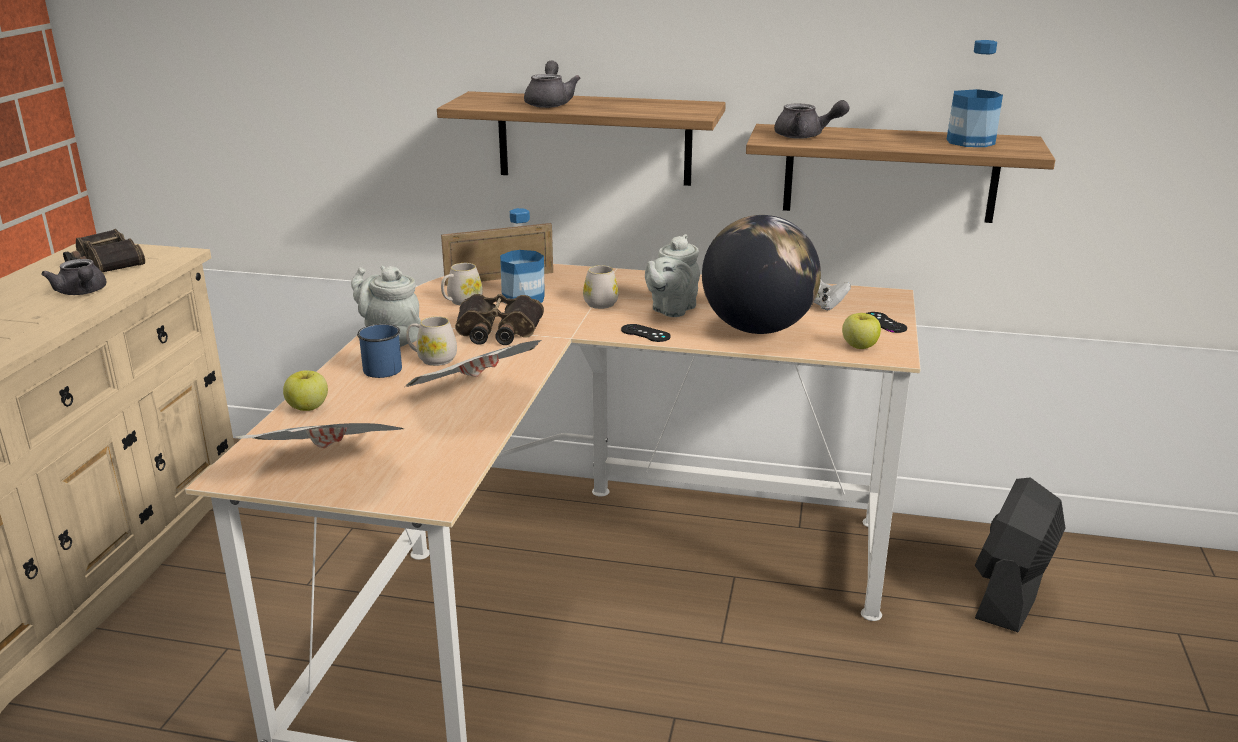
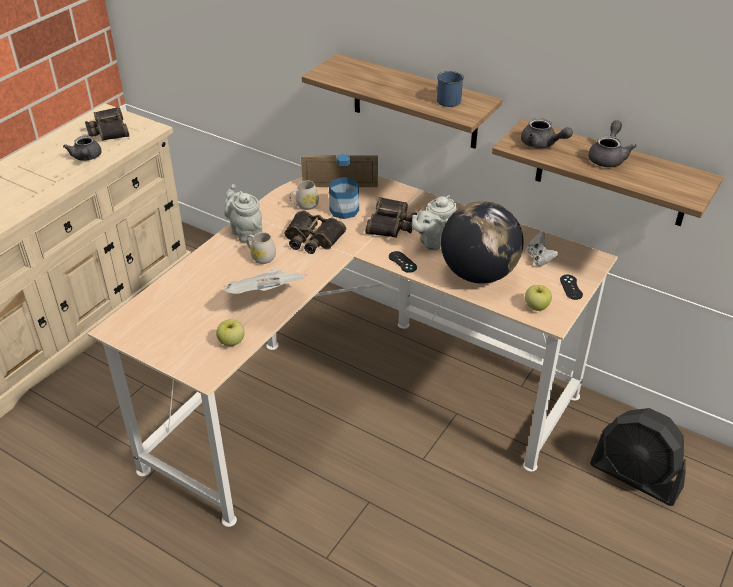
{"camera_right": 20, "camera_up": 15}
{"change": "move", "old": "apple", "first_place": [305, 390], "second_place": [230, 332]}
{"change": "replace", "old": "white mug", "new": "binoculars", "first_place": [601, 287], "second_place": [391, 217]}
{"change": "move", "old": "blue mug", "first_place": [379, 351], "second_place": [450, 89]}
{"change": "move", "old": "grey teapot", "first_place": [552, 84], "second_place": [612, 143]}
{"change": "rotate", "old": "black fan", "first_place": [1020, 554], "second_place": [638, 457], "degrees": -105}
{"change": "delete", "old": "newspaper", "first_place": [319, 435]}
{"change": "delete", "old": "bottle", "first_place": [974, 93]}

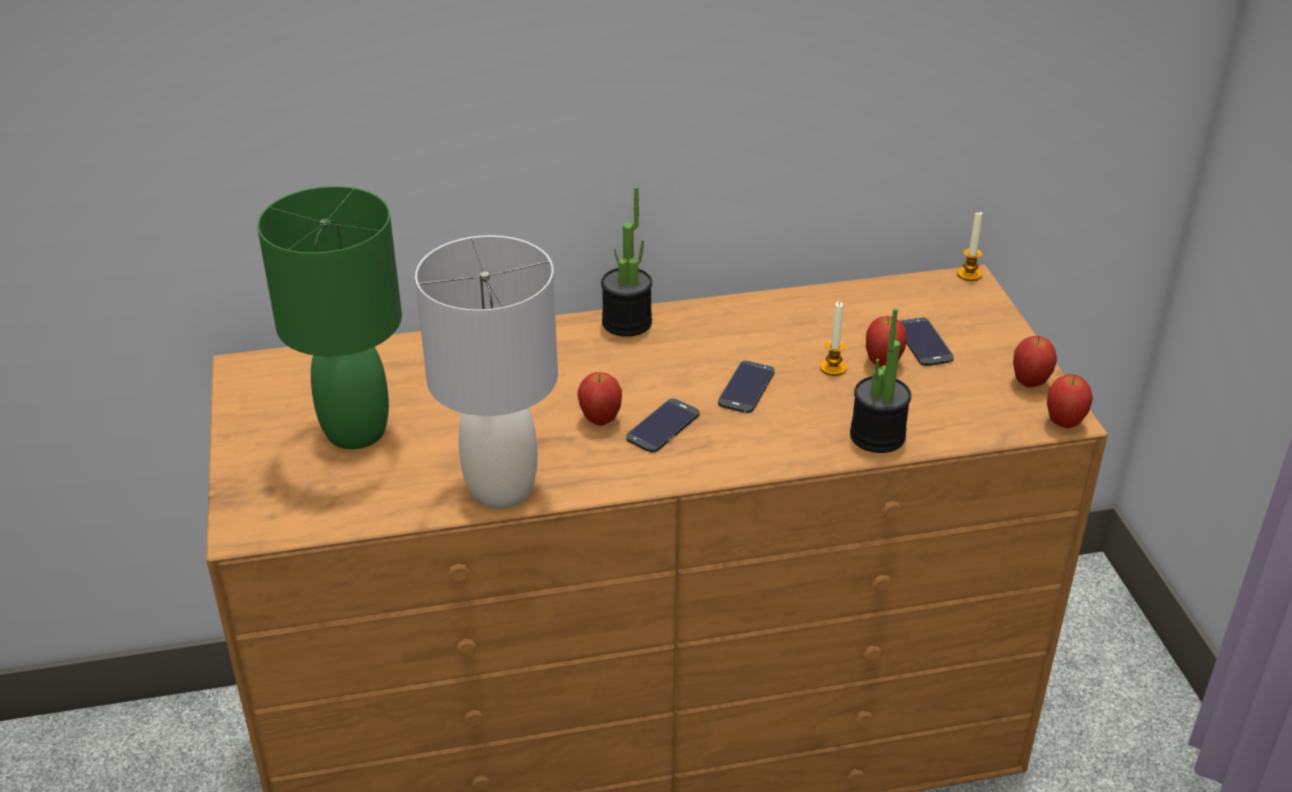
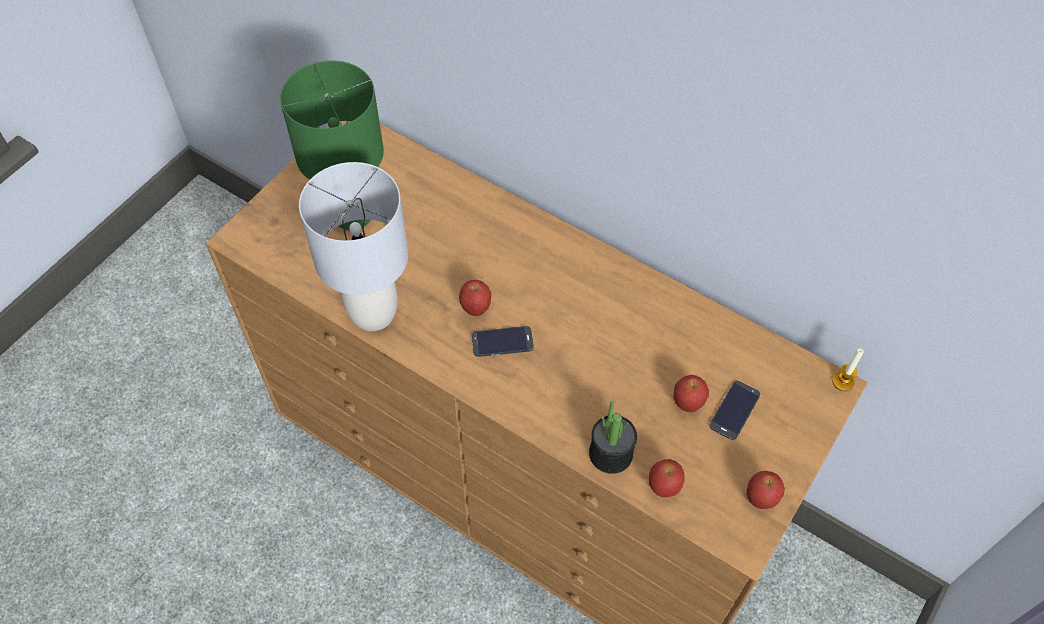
{"camera_right": 45, "camera_up": 20}
{"change": "move", "old": "apple", "first_place": [1070, 401], "second_place": [667, 478]}
{"change": "delete", "old": "potted plant", "first_place": [626, 262]}
{"change": "delete", "old": "phone", "first_place": [746, 387]}
{"change": "delete", "old": "candle", "first_place": [833, 339]}

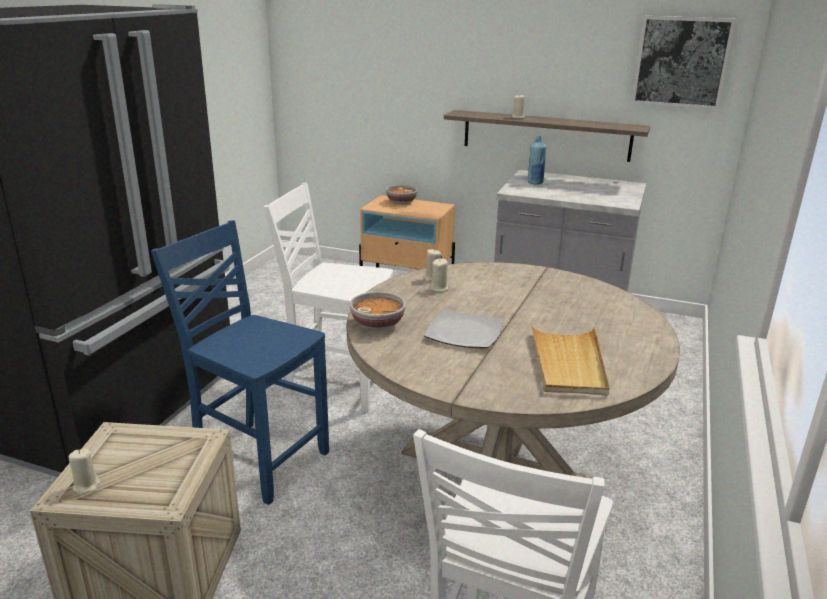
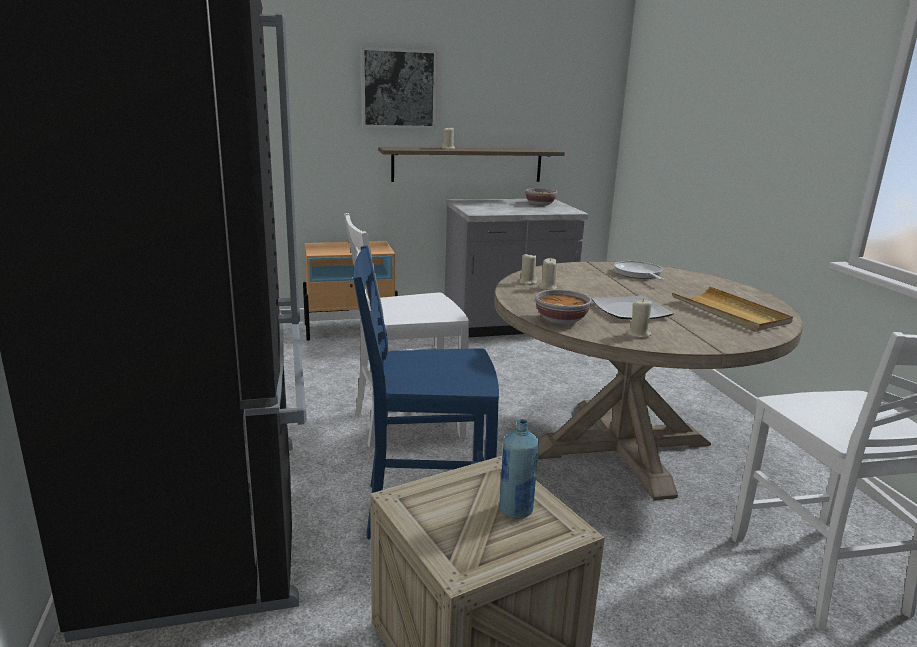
{"camera_right": -35, "camera_up": -5}
{"change": "move", "old": "picture", "first_place": [684, 62], "second_place": [399, 88]}
{"change": "move", "old": "blue bottle", "first_place": [537, 160], "second_place": [519, 469]}
{"change": "move", "old": "bowl", "first_place": [402, 194], "second_place": [541, 196]}
{"change": "insert", "new": "frying pan", "second_place": [639, 270]}
{"change": "move", "old": "beige candle", "first_place": [84, 471], "second_place": [639, 318]}

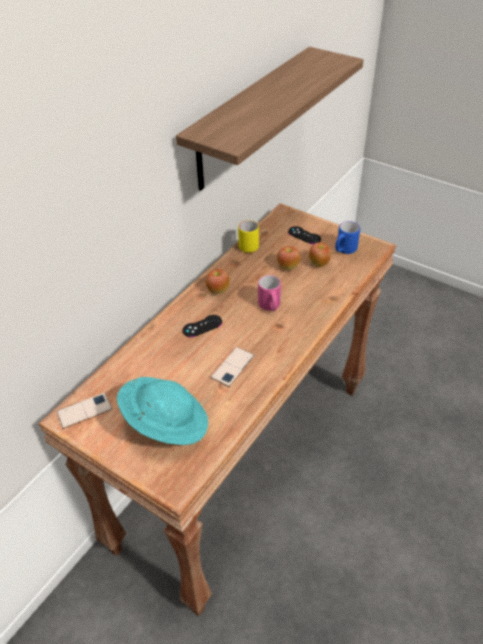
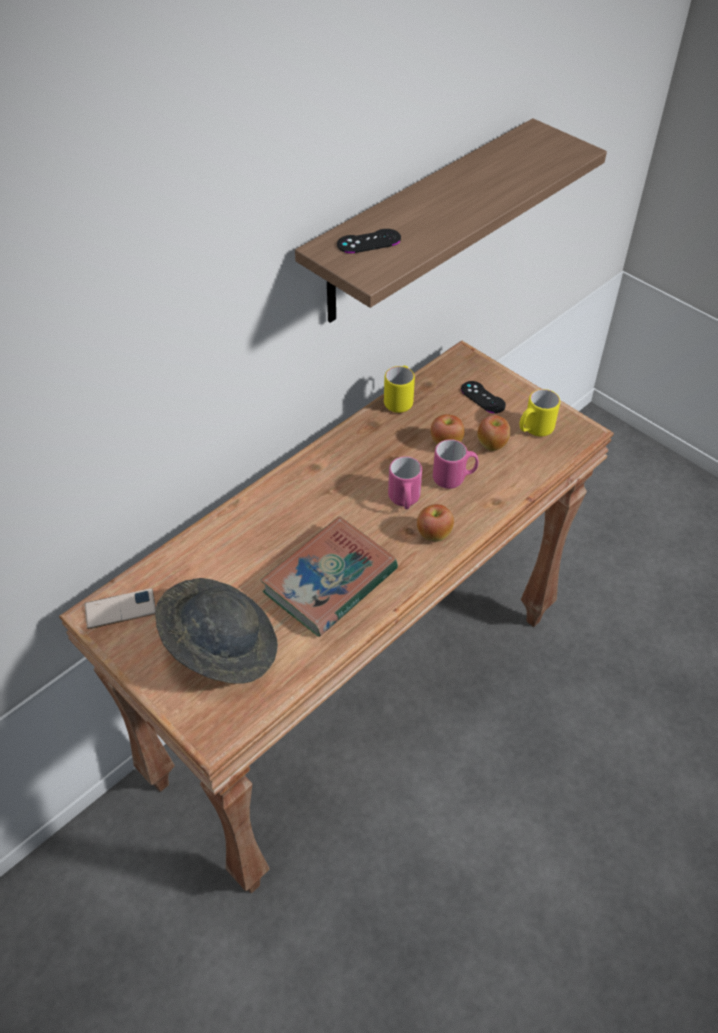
{"camera_right": 10, "camera_up": 5}
{"change": "recolor", "old": "turquoise hat", "new": "grey hat", "first_place": [162, 411], "second_place": [216, 631]}
{"change": "replace", "old": "phone", "new": "book", "first_place": [233, 367], "second_place": [329, 576]}
{"change": "move", "old": "black game controller", "first_place": [202, 326], "second_place": [369, 241]}
{"change": "move", "old": "apple", "first_place": [217, 281], "second_place": [435, 522]}
{"change": "insert", "new": "pink mug", "second_place": [456, 464]}
{"change": "recolor", "old": "blue mug", "new": "yellow mug", "first_place": [347, 237], "second_place": [540, 413]}

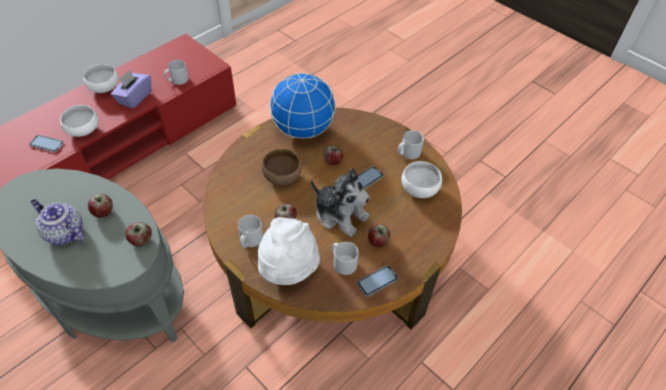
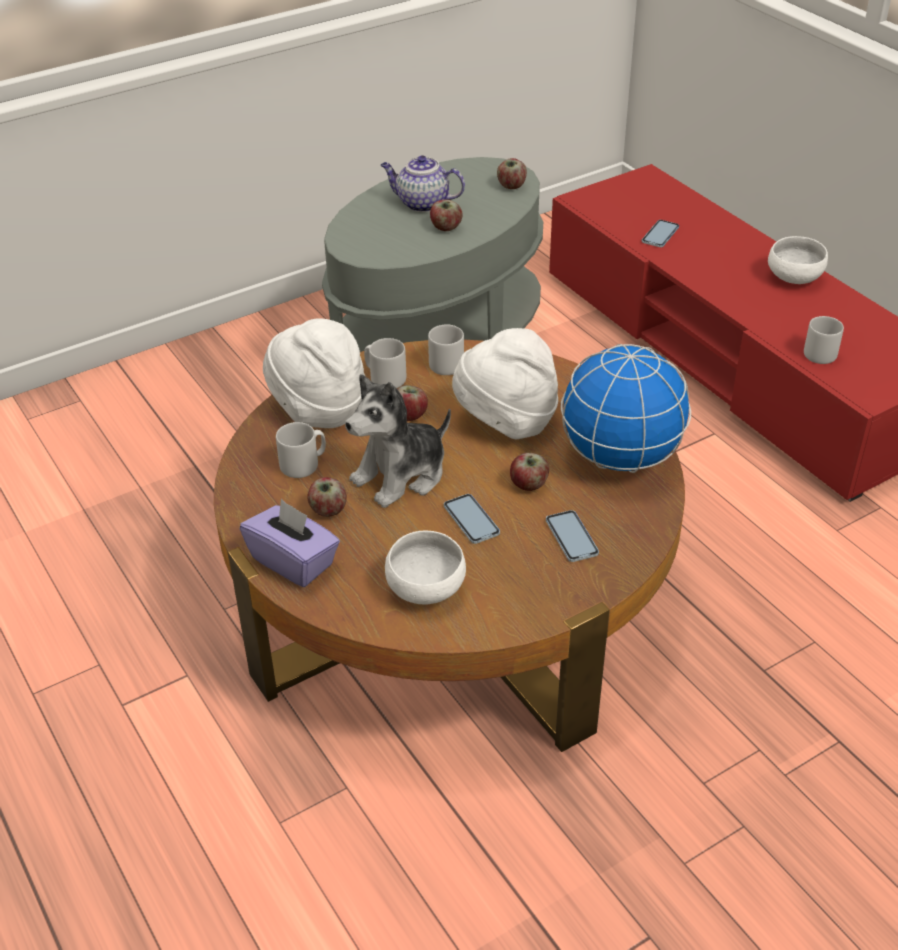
{"camera_right": 105, "camera_up": -10}
{"change": "move", "old": "purple tissue box", "first_place": [131, 89], "second_place": [290, 543]}
{"change": "rotate", "old": "teapot", "first_place": [57, 222], "second_place": [423, 183], "degrees": -120}
{"change": "move", "old": "grey mug", "first_place": [411, 144], "second_place": [446, 350]}
{"change": "replace", "old": "brown bowl", "new": "white hat", "first_place": [282, 167], "second_place": [505, 383]}
{"change": "move", "old": "apple", "first_place": [138, 234], "second_place": [512, 173]}
{"change": "move", "old": "phone", "first_place": [377, 281], "second_place": [572, 536]}
{"change": "delete", "old": "white bowl", "first_place": [79, 121]}

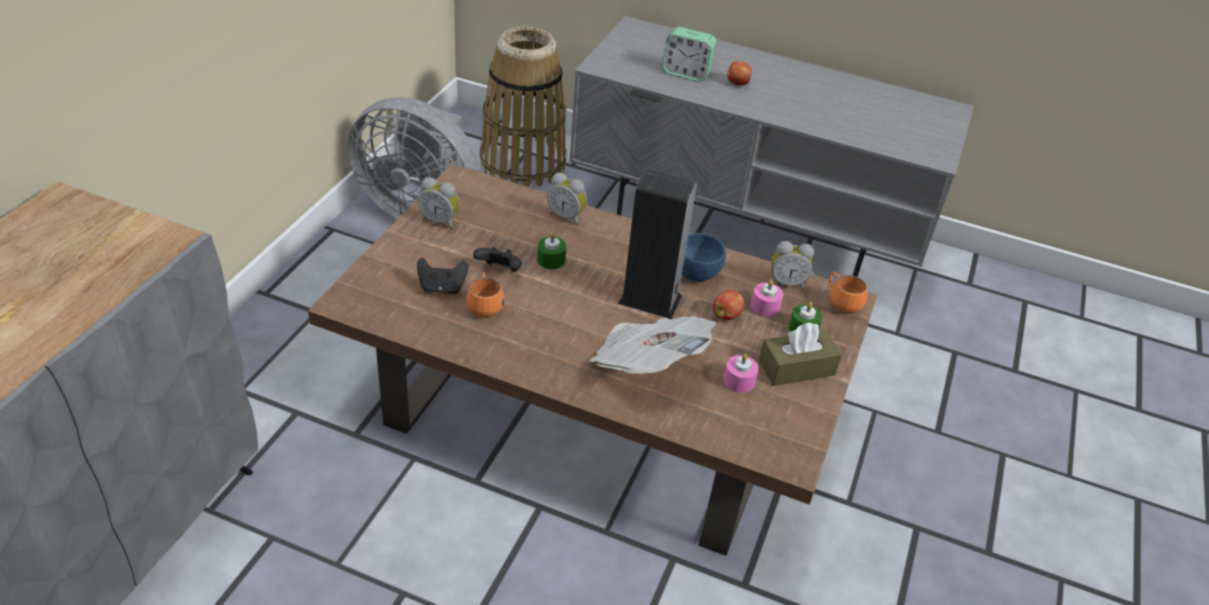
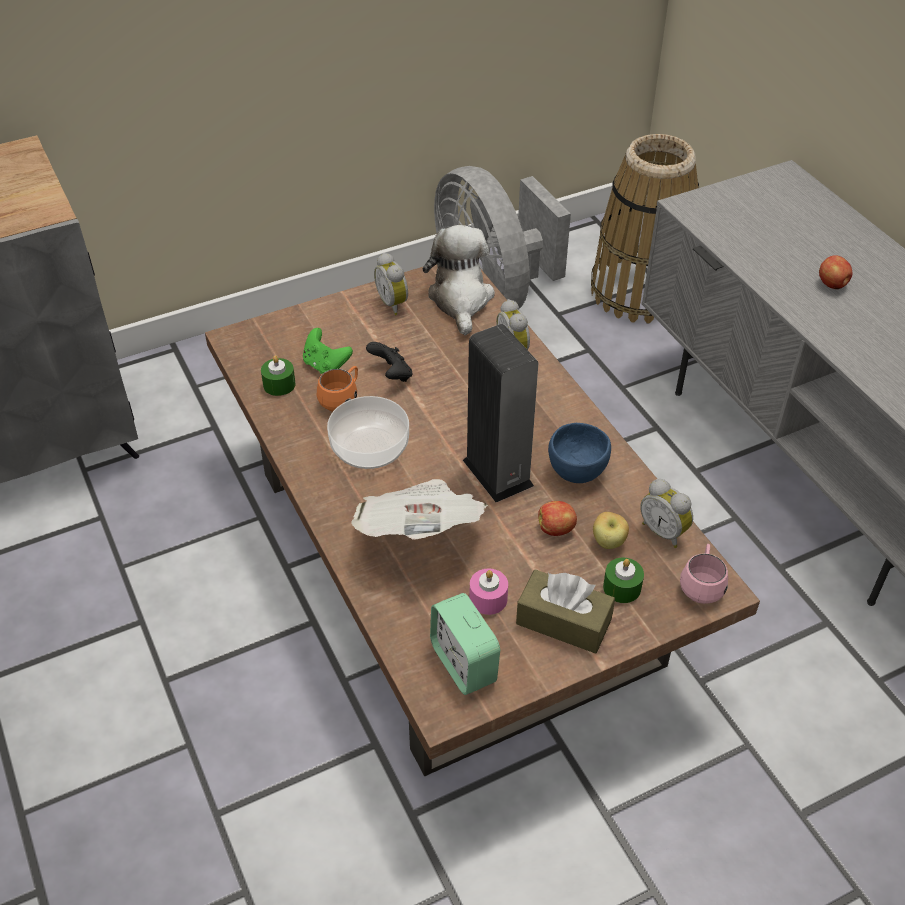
{"camera_right": 45, "camera_up": 5}
{"change": "move", "old": "green candle", "first_place": [551, 251], "second_place": [278, 375]}
{"change": "recolor", "old": "black game controller", "new": "green game controller", "first_place": [442, 276], "second_place": [328, 351]}
{"change": "insert", "new": "bowl", "second_place": [368, 432]}
{"change": "insert", "new": "plush toy", "second_place": [459, 280]}
{"change": "move", "old": "alarm clock", "first_place": [689, 54], "second_place": [465, 644]}
{"change": "replace", "old": "pink candle", "new": "apple", "first_place": [767, 298], "second_place": [611, 530]}
{"change": "recolor", "old": "orange mug", "new": "pink mug", "first_place": [848, 292], "second_place": [704, 574]}

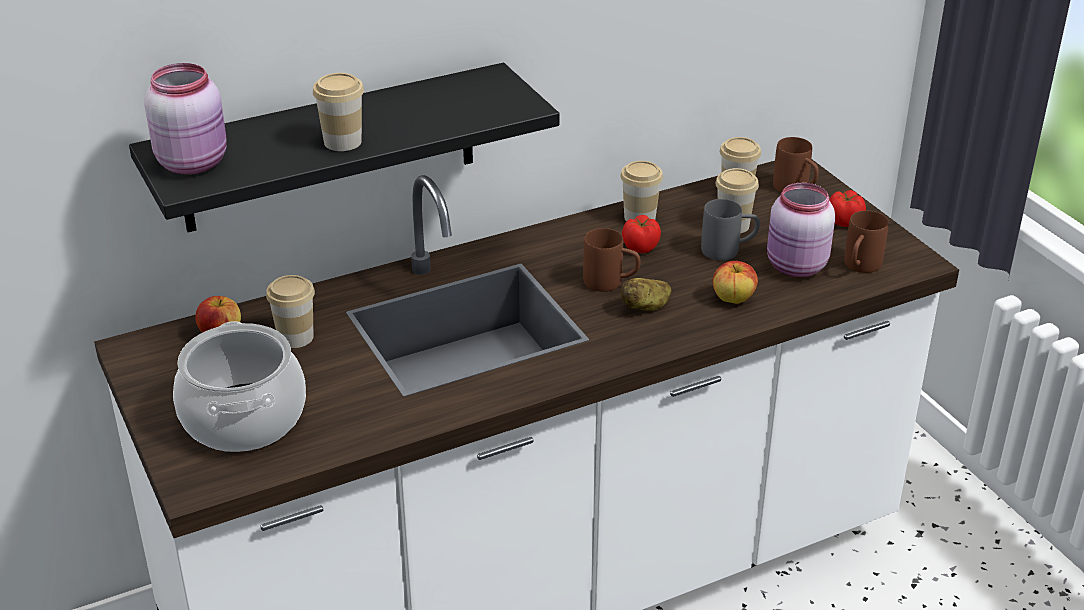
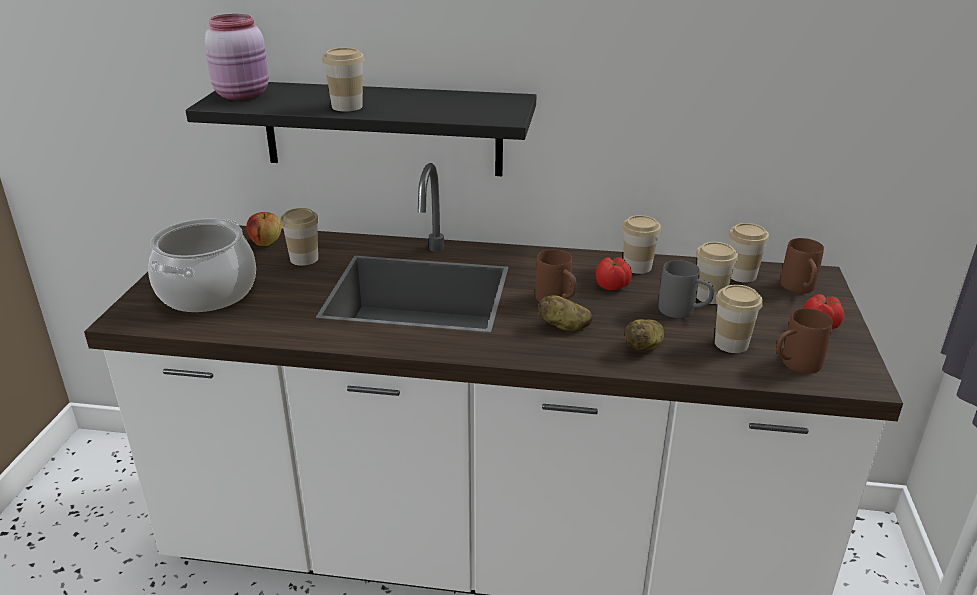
{"camera_right": 35, "camera_up": -5}
{"change": "replace", "old": "apple", "new": "potato", "first_place": [735, 282], "second_place": [644, 334]}
{"change": "replace", "old": "pink jar", "new": "cup", "first_place": [801, 230], "second_place": [739, 319]}

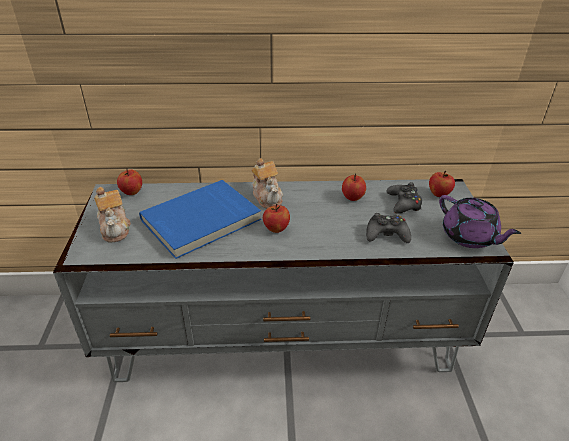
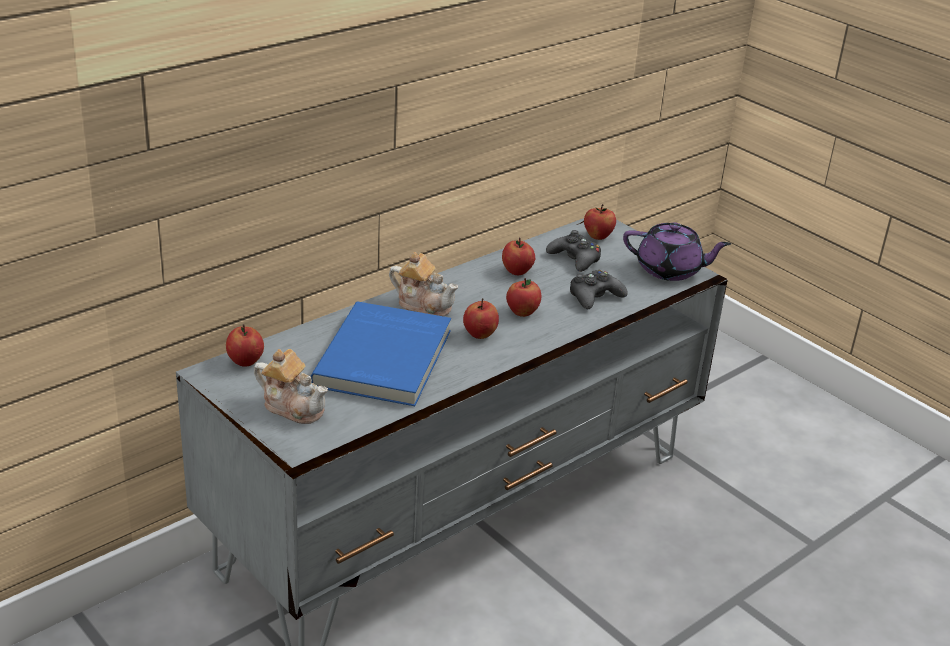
{"camera_right": -40, "camera_up": -5}
{"change": "insert", "new": "apple", "second_place": [523, 297]}

